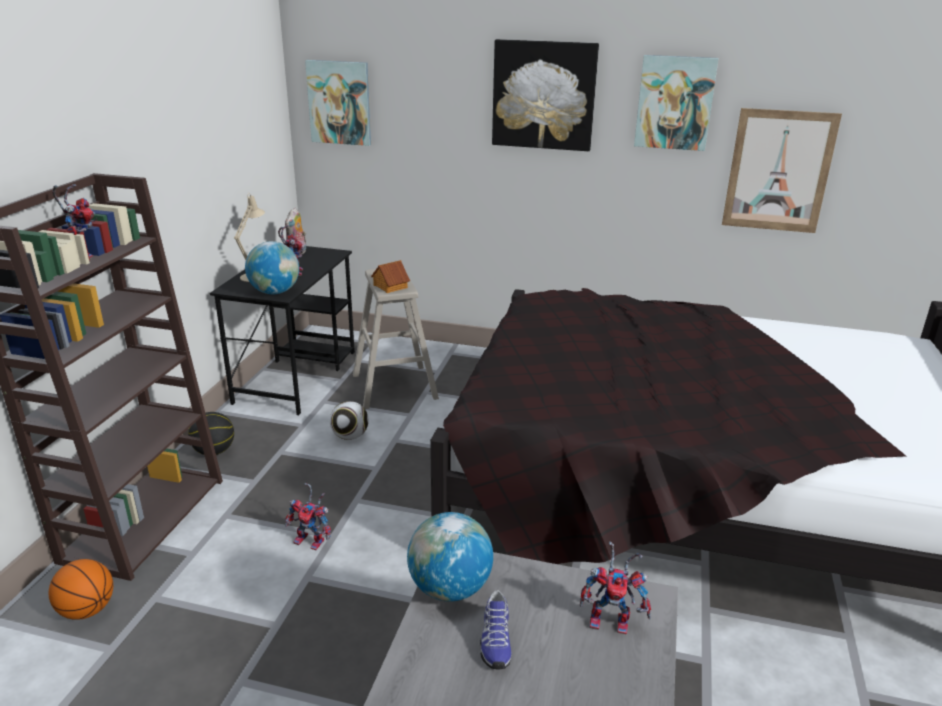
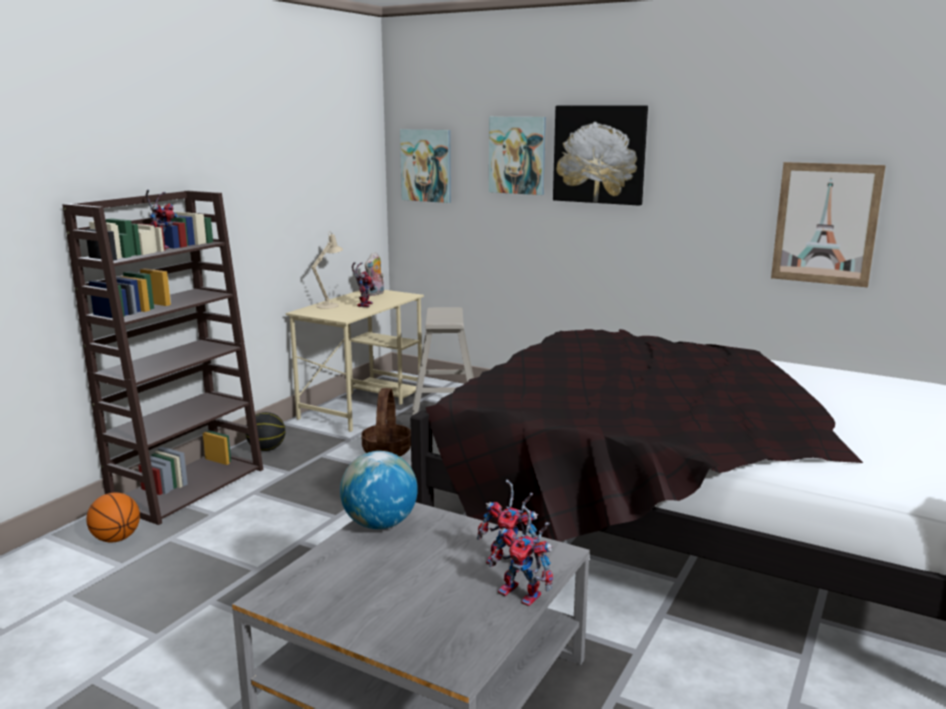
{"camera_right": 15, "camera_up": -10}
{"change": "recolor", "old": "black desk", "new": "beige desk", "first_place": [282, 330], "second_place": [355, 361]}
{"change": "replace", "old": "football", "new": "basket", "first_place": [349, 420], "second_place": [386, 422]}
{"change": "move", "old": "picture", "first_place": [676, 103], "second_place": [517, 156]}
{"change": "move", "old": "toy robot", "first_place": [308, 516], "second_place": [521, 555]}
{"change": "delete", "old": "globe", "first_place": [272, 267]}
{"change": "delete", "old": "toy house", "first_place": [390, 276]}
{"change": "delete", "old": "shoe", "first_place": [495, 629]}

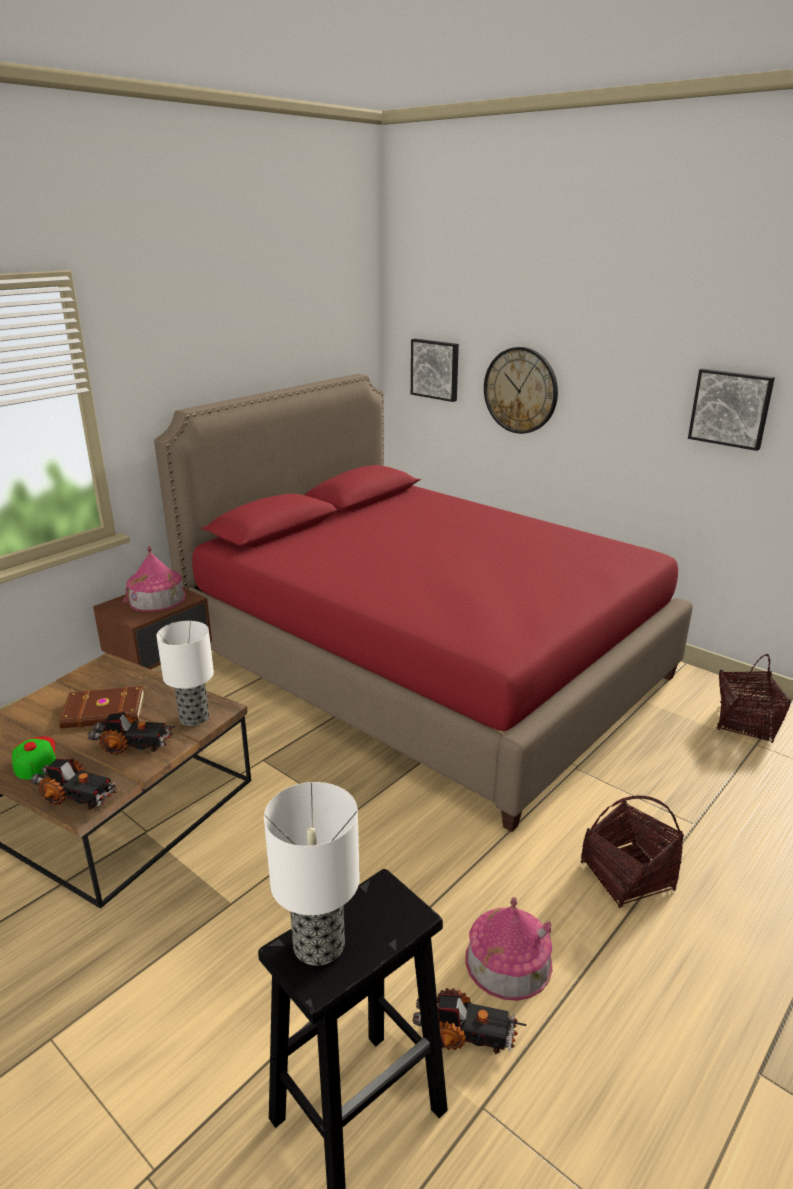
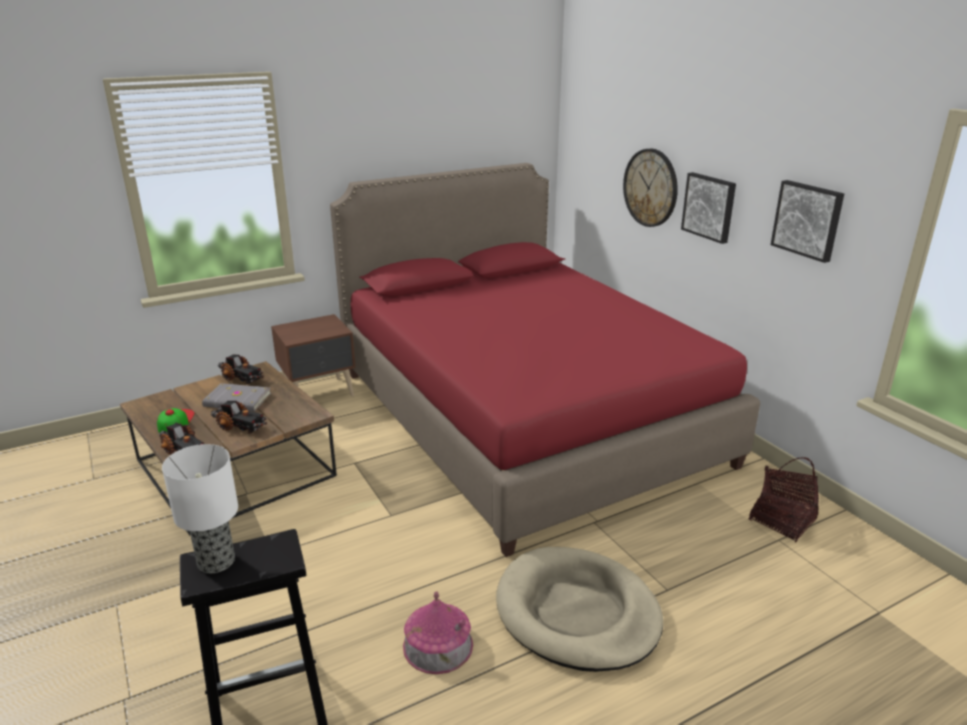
{"camera_right": 20, "camera_up": 0}
{"change": "recolor", "old": "brown book", "new": "grey book", "first_place": [101, 707], "second_place": [236, 397]}
{"change": "move", "old": "toy truck", "first_place": [469, 1021], "second_place": [241, 369]}
{"change": "replace", "old": "basket", "new": "beige dog bed", "first_place": [632, 851], "second_place": [579, 609]}
{"change": "move", "old": "picture", "first_place": [435, 370], "second_place": [708, 208]}
{"change": "delete", "old": "toy house", "first_place": [154, 579]}
{"change": "delete", "old": "table lamp", "first_place": [185, 673]}

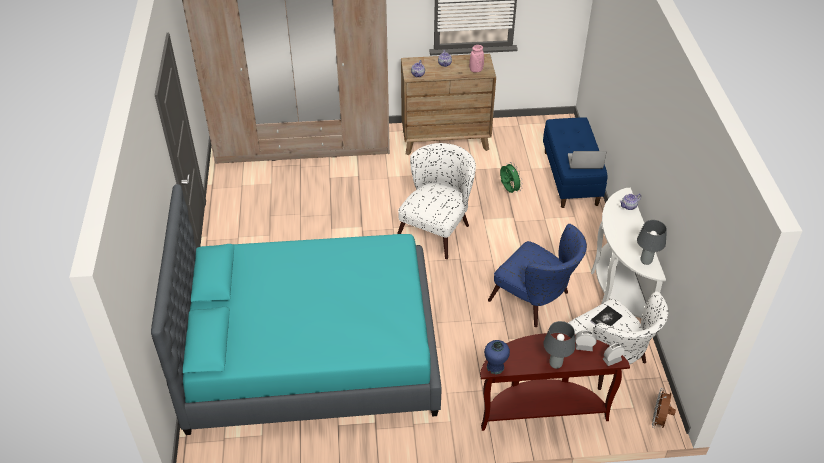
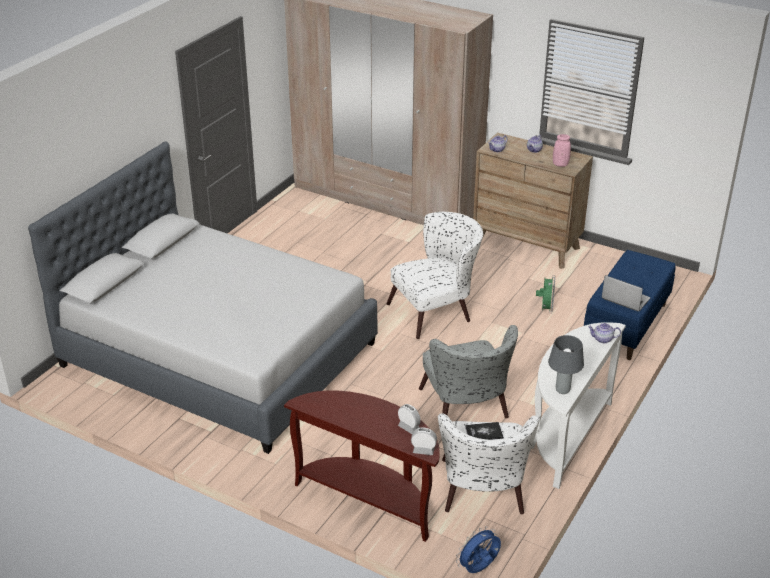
{"camera_right": 35, "camera_up": -10}
{"change": "recolor", "old": "turquoise bed", "new": "grey bed", "first_place": [296, 309], "second_place": [203, 298]}
{"change": "recolor", "old": "blue armchair", "new": "grey armchair", "first_place": [537, 275], "second_place": [468, 371]}
{"change": "recolor", "old": "brown fan", "new": "blue fan", "first_place": [664, 408], "second_place": [478, 549]}
{"change": "delete", "old": "blue vase", "first_place": [497, 357]}
{"change": "delete", "old": "grey table lamp", "first_place": [559, 345]}

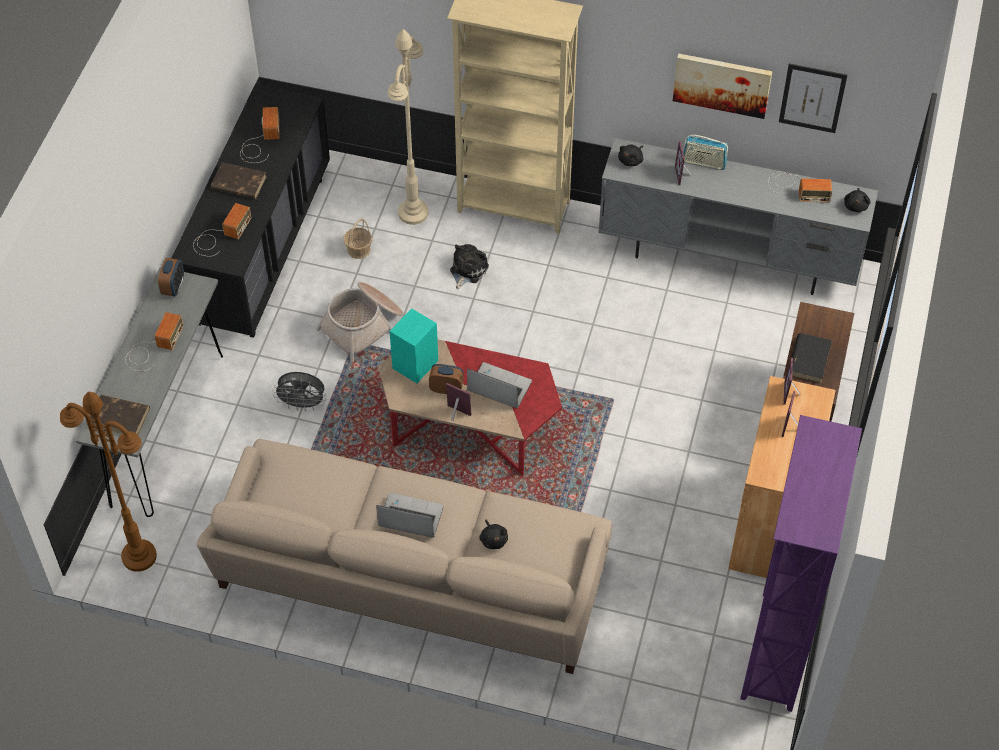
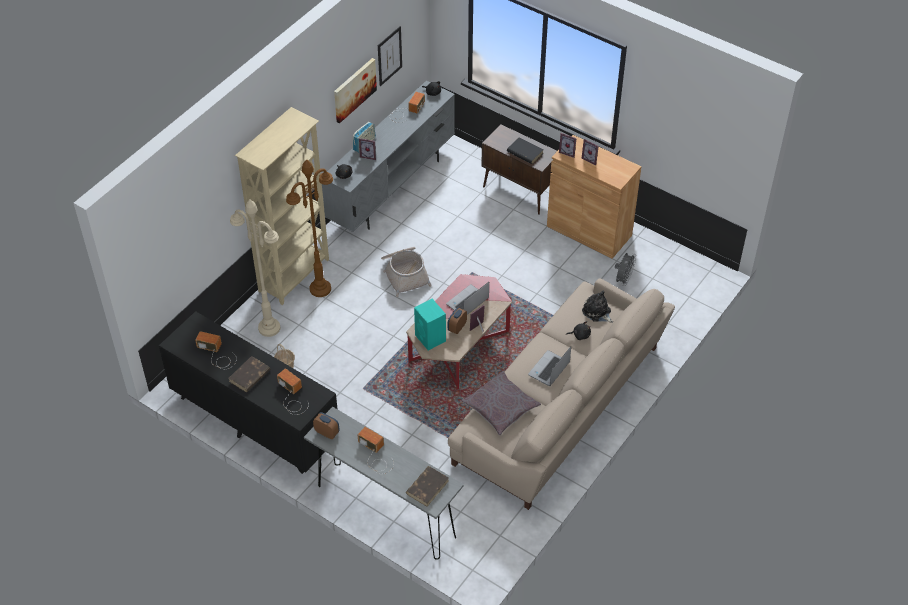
{"camera_right": -70, "camera_up": -5}
{"change": "move", "old": "brown floor lamp", "first_place": [108, 481], "second_place": [309, 228]}
{"change": "move", "old": "basket", "first_place": [359, 322], "second_place": [406, 272]}
{"change": "insert", "new": "grey pillow", "second_place": [501, 403]}
{"change": "move", "old": "plush toy", "first_place": [469, 267], "second_place": [597, 306]}
{"change": "move", "old": "grey fan", "first_place": [299, 392], "second_place": [625, 269]}
{"change": "delete", "old": "purple bookcase", "first_place": [801, 563]}

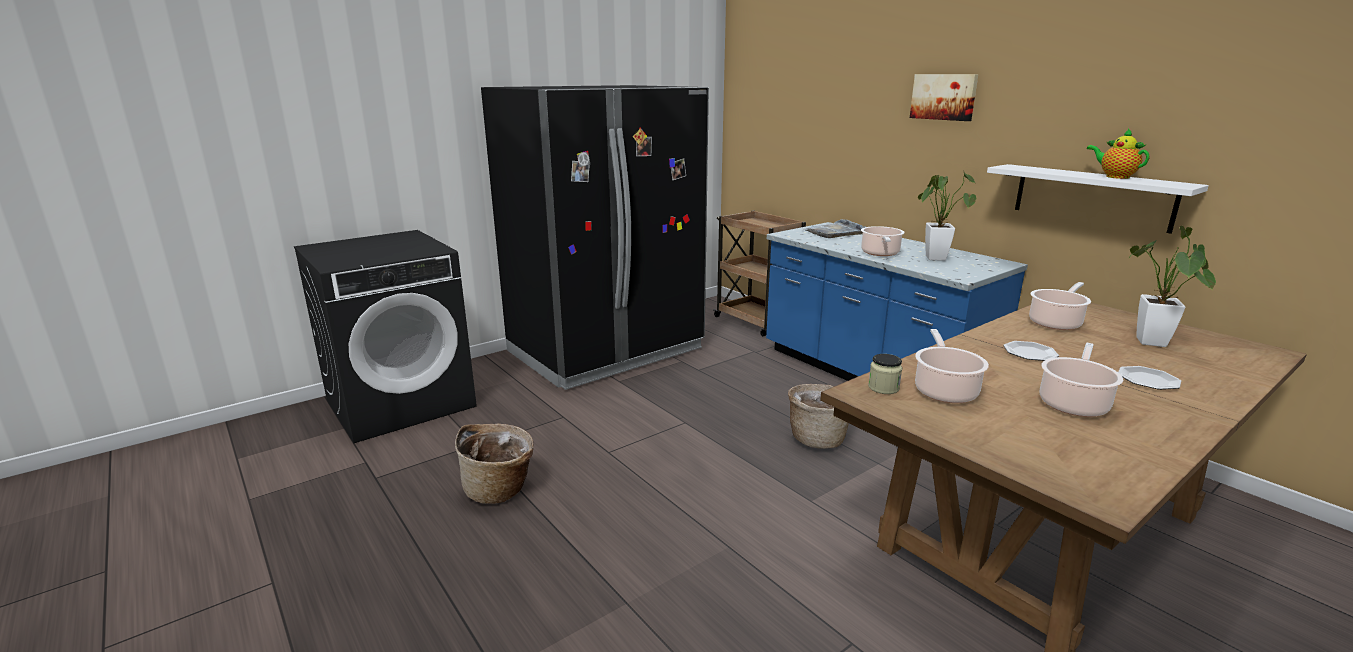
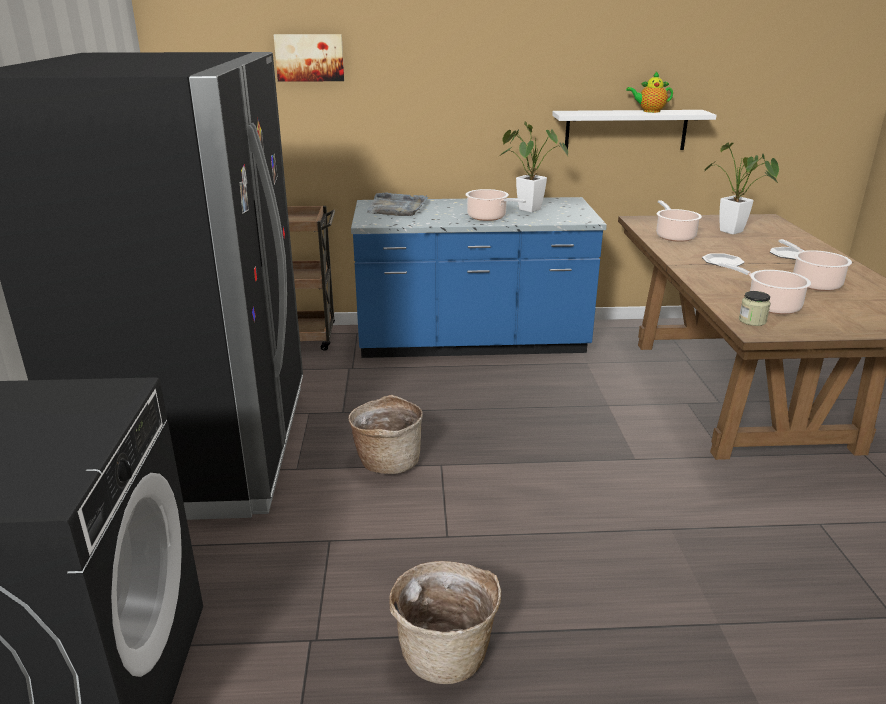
{"camera_right": -55, "camera_up": 5}
{"change": "move", "old": "picture", "first_place": [944, 97], "second_place": [309, 58]}
{"change": "move", "old": "basket", "first_place": [818, 416], "second_place": [385, 434]}

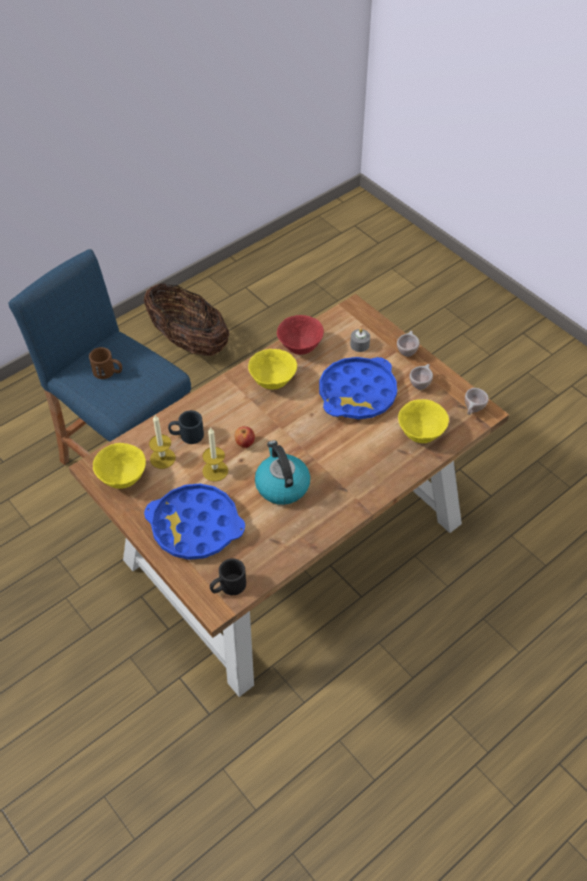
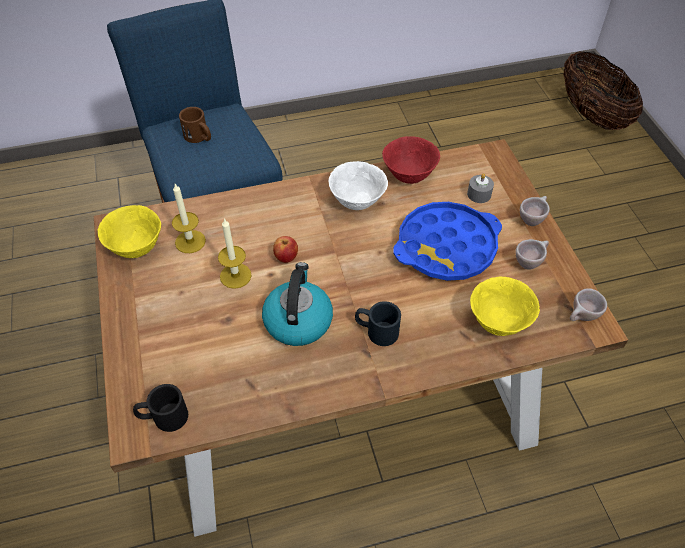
{"camera_right": 25, "camera_up": 0}
{"change": "recolor", "old": "yellow bowl", "new": "white bowl", "first_place": [272, 369], "second_place": [358, 185]}
{"change": "move", "old": "black mug", "first_place": [186, 427], "second_place": [378, 323]}
{"change": "move", "old": "basket", "first_place": [186, 320], "second_place": [603, 90]}
{"change": "delete", "old": "blue tray", "first_place": [194, 522]}

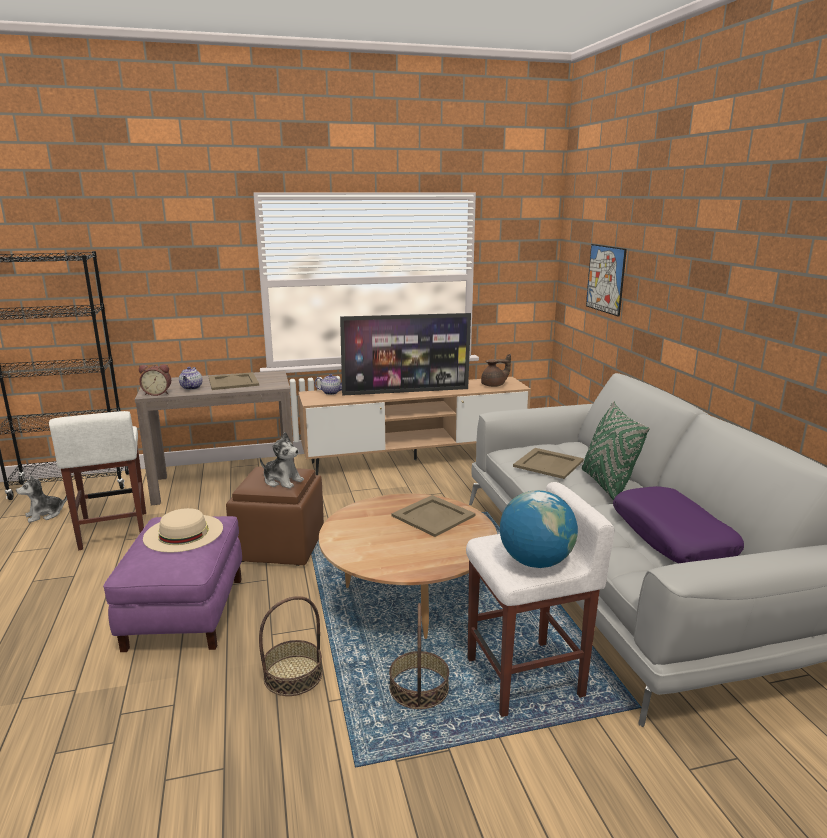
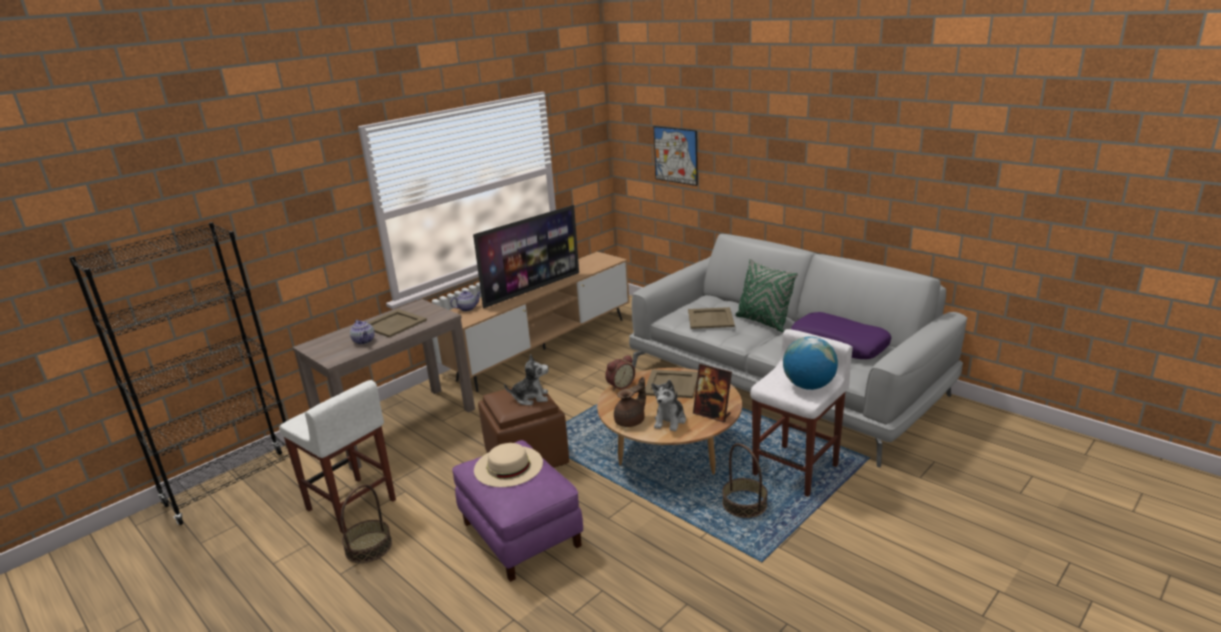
{"camera_right": -30, "camera_up": 5}
{"change": "move", "old": "basket", "first_place": [291, 646], "second_place": [366, 523]}
{"change": "move", "old": "alarm clock", "first_place": [155, 380], "second_place": [620, 373]}
{"change": "move", "old": "brown teapot", "first_place": [496, 370], "second_place": [630, 402]}
{"change": "move", "old": "plush toy", "first_place": [41, 499], "second_place": [668, 405]}
{"change": "insert", "new": "picture frame", "second_place": [712, 393]}

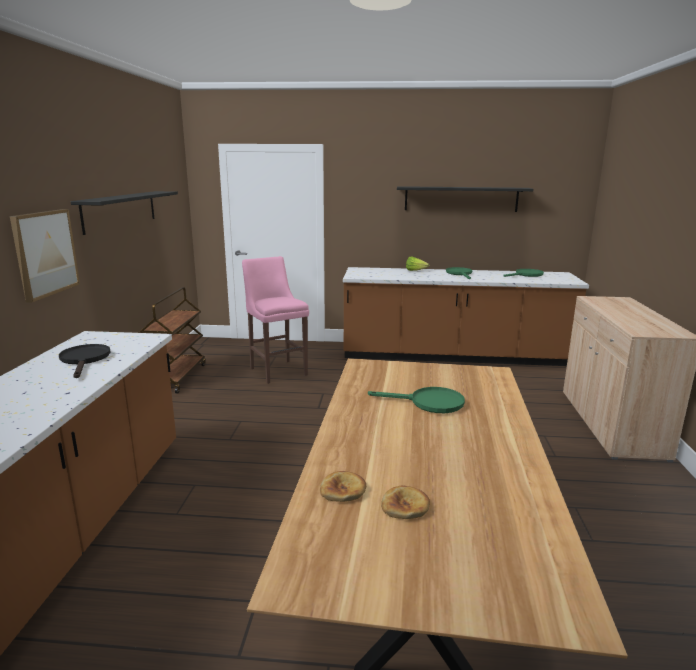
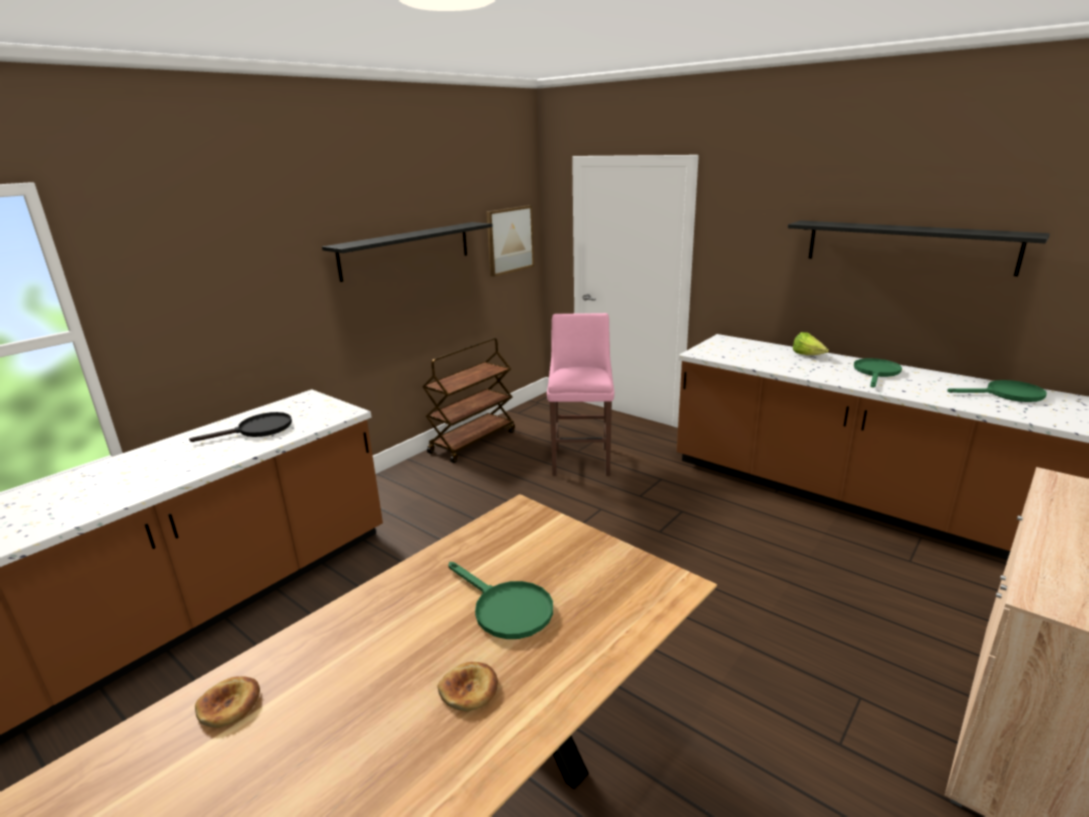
{"camera_right": 35, "camera_up": 5}
{"change": "rotate", "old": "black frying pan", "first_place": [85, 361], "second_place": [240, 427], "degrees": 45}
{"change": "move", "old": "bread", "first_place": [405, 502], "second_place": [467, 687]}
{"change": "move", "old": "picture", "first_place": [45, 256], "second_place": [510, 241]}

